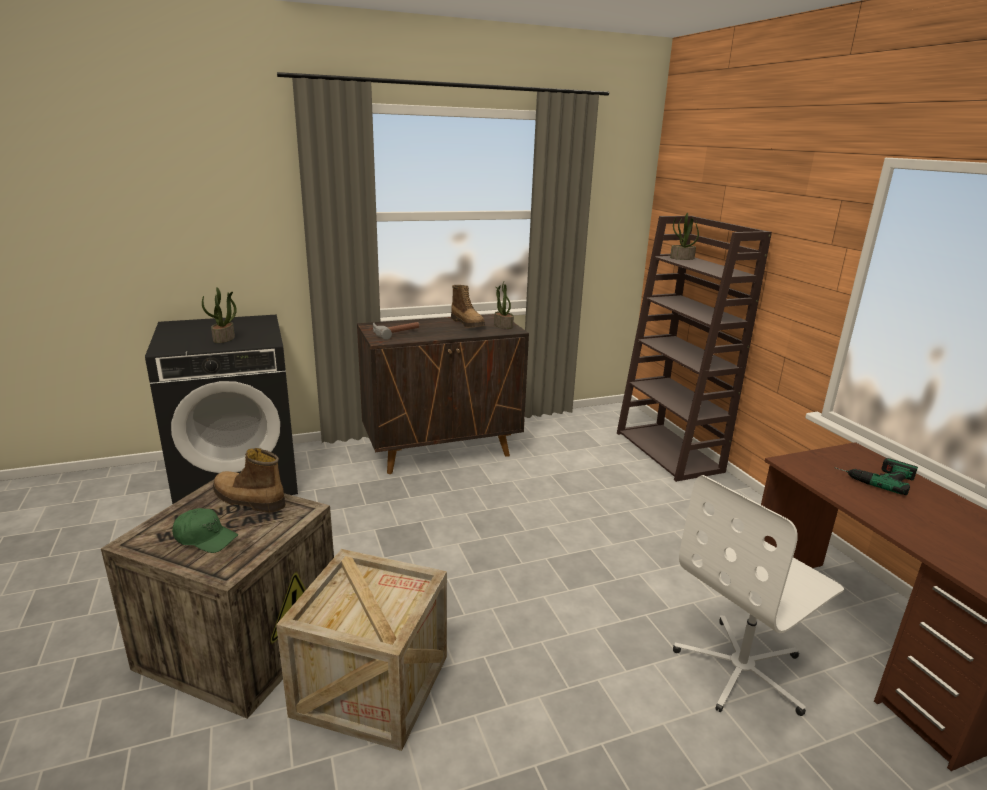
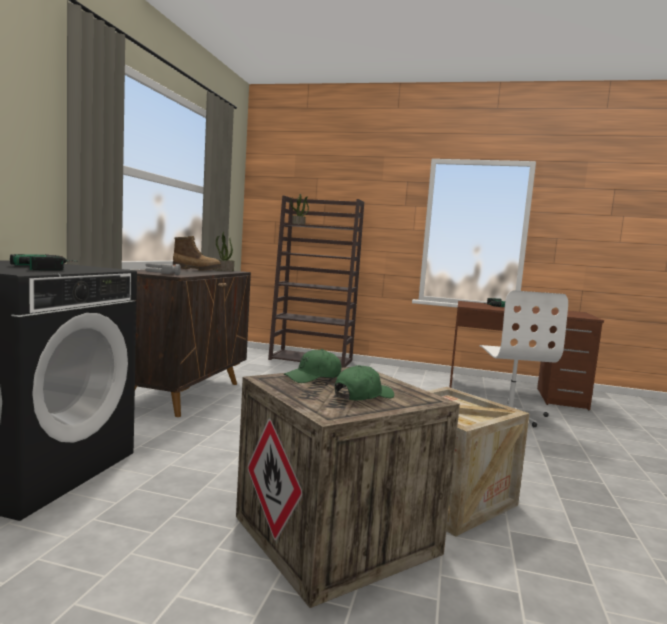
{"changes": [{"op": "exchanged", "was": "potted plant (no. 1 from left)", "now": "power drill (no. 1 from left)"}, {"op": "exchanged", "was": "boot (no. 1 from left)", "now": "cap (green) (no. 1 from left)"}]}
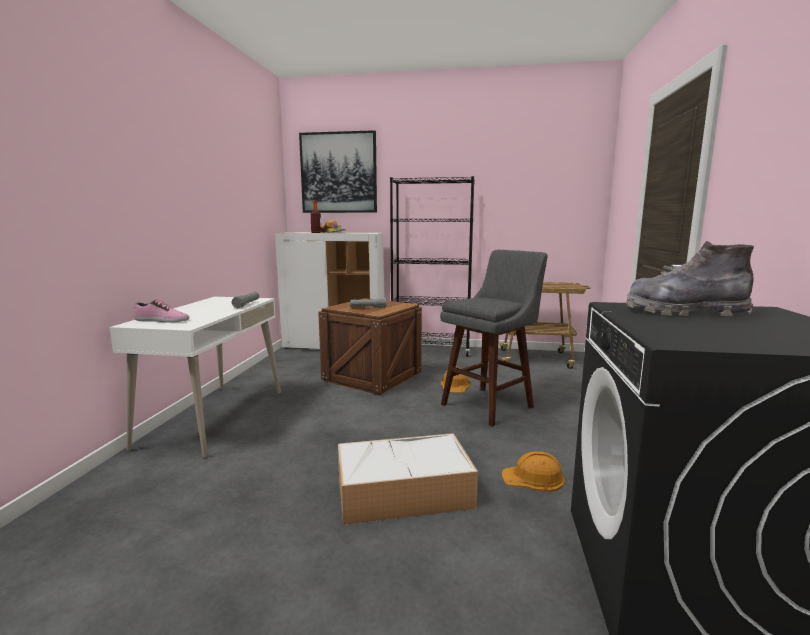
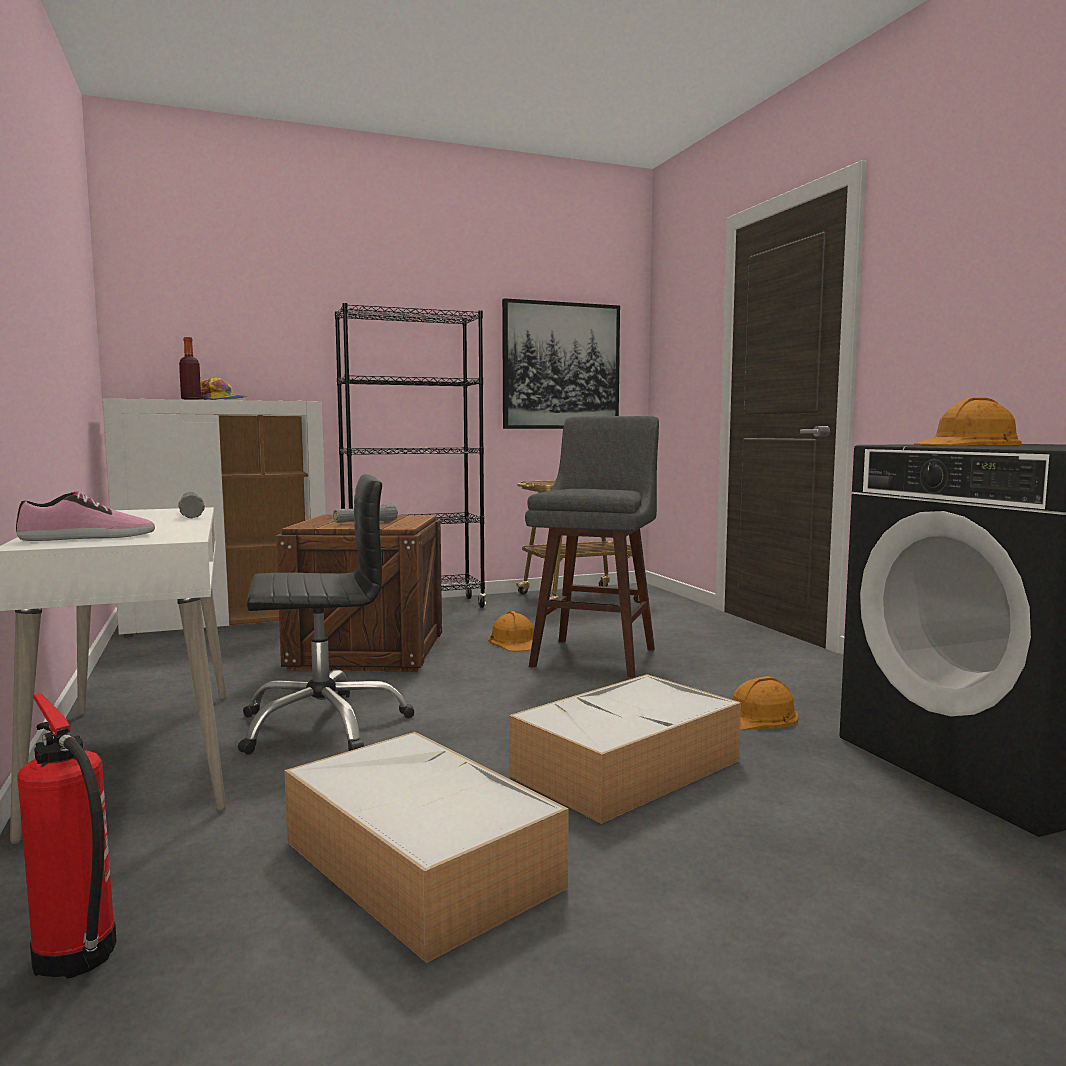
{"changes": [{"op": "relocated", "was": "picture"}, {"op": "exchanged", "was": "boot (grey)", "now": "hard hat (orange) (no. 3 from left)"}, {"op": "appeared", "now": "fire extinguisher"}, {"op": "appeared", "now": "office chair (black)"}, {"op": "appeared", "now": "storage box (no. 1 from left)"}]}
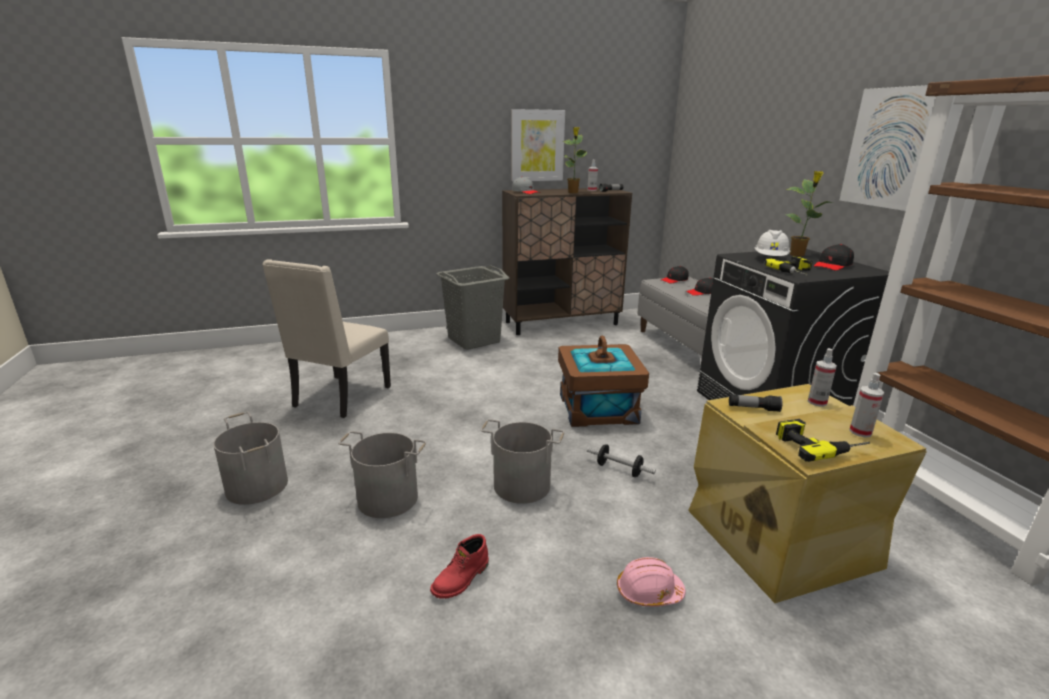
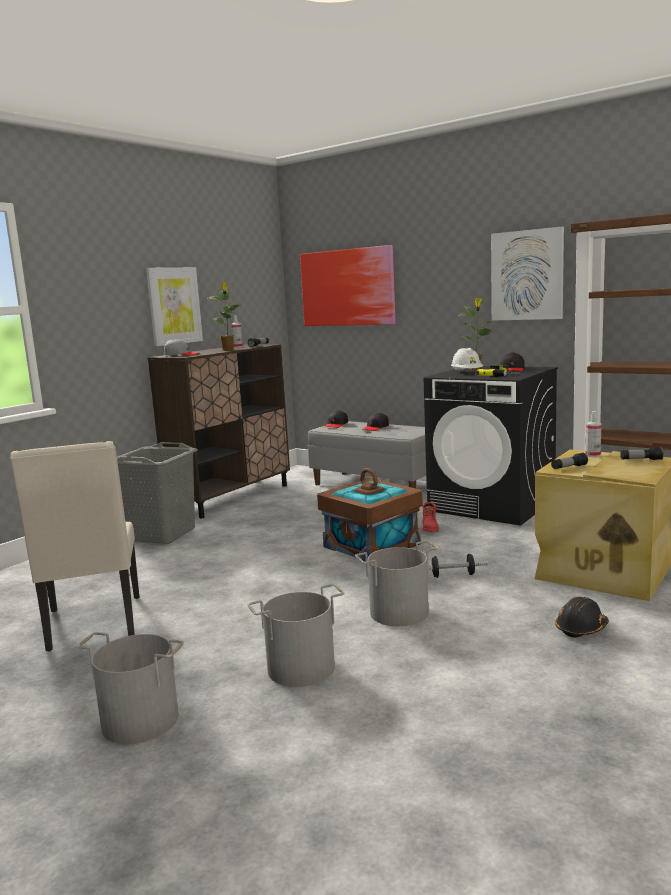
{"changes": [{"op": "relocated", "was": "boot (red)"}, {"op": "colour", "was": "hard hat (pink)", "now": "hard hat (black)"}, {"op": "missing", "was": "power drill (no. 2 from left)"}, {"op": "exchanged", "was": "spray bottle (no. 3 from left)", "now": "flashlight (no. 3 from left)"}, {"op": "appeared", "now": "picture (no. 2 from left)"}]}
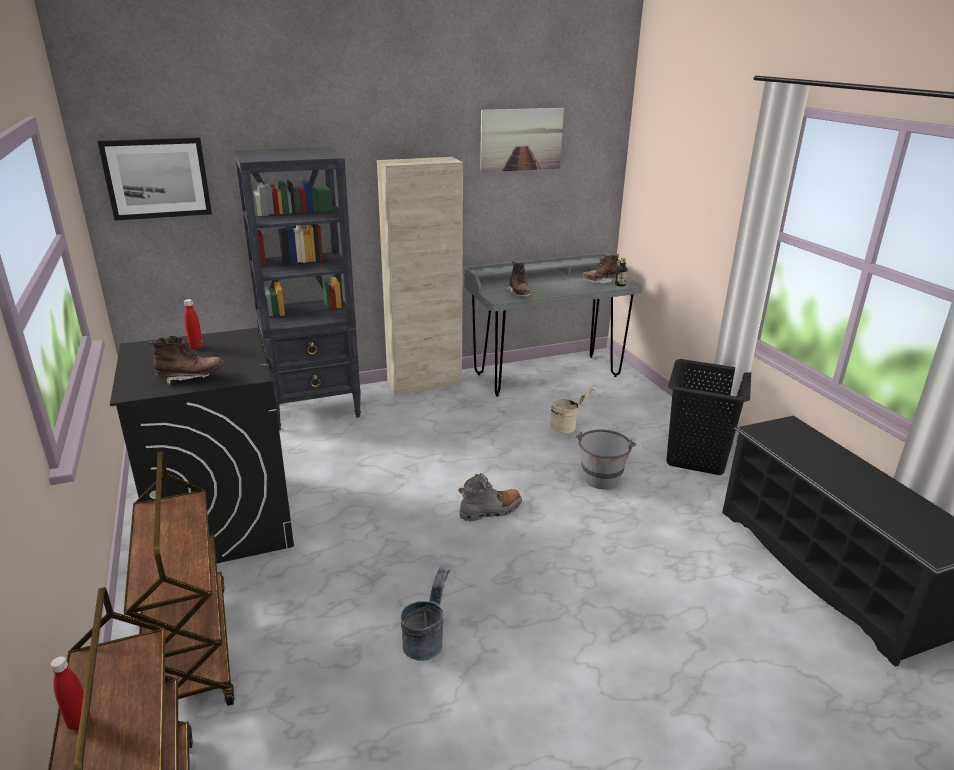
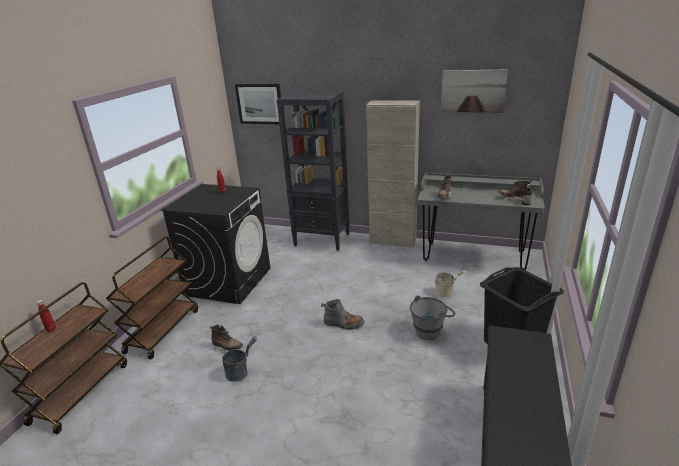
{"changes": [{"op": "relocated", "was": "boot (brown) (no. 1 from left)"}]}
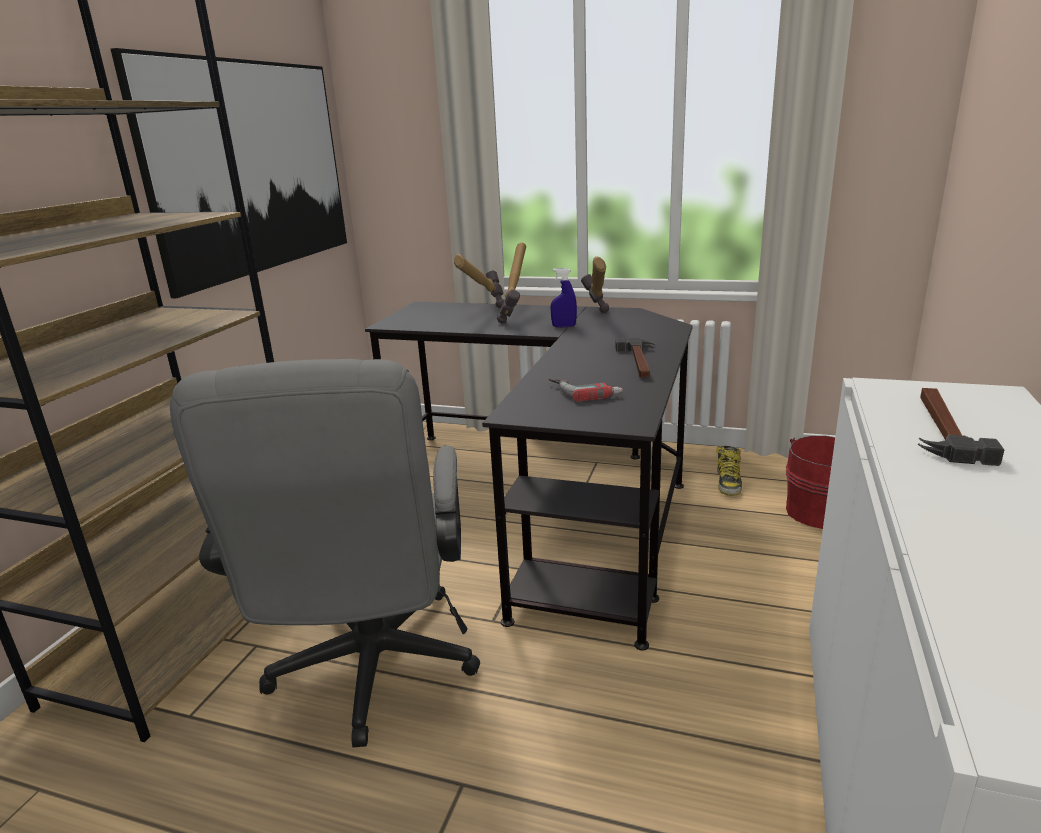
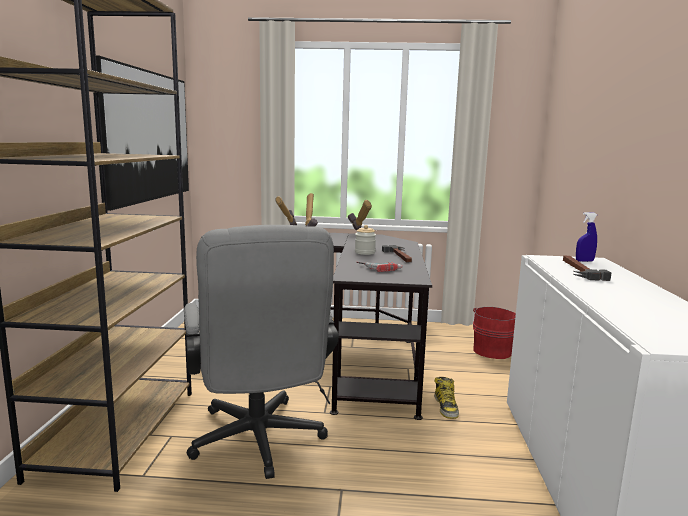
{"changes": [{"op": "relocated", "was": "spray bottle (blue)"}, {"op": "relocated", "was": "boot"}, {"op": "appeared", "now": "jar"}]}
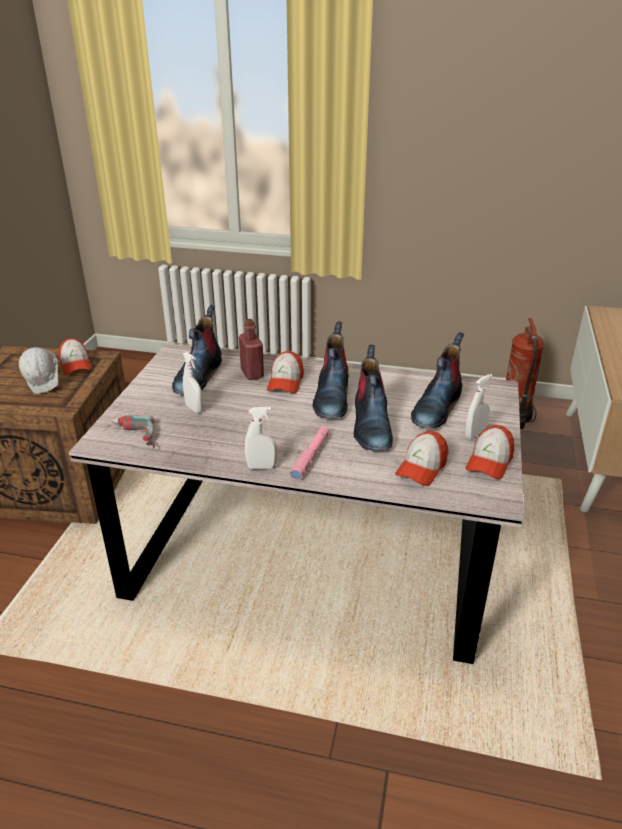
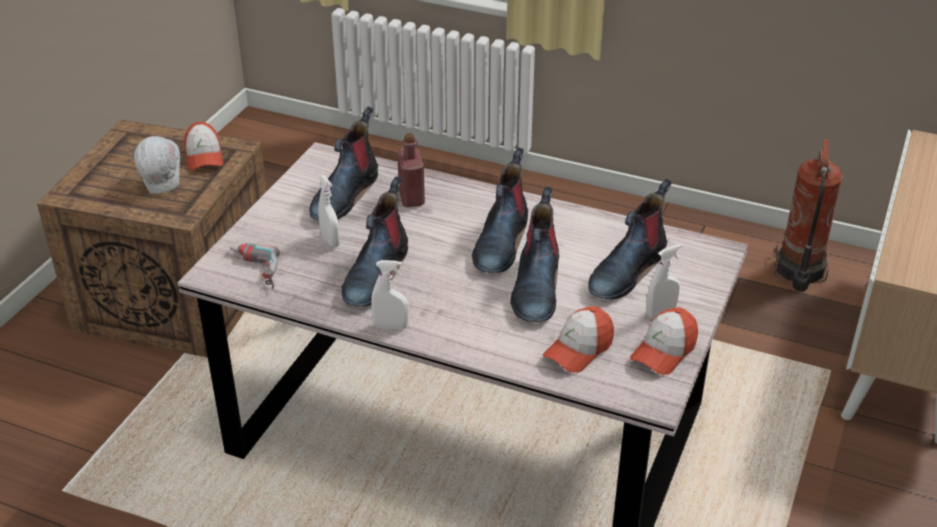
{"changes": [{"op": "missing", "was": "cap (no. 2 from left)"}, {"op": "missing", "was": "flashlight (pink)"}, {"op": "appeared", "now": "boot (no. 2 from left)"}]}
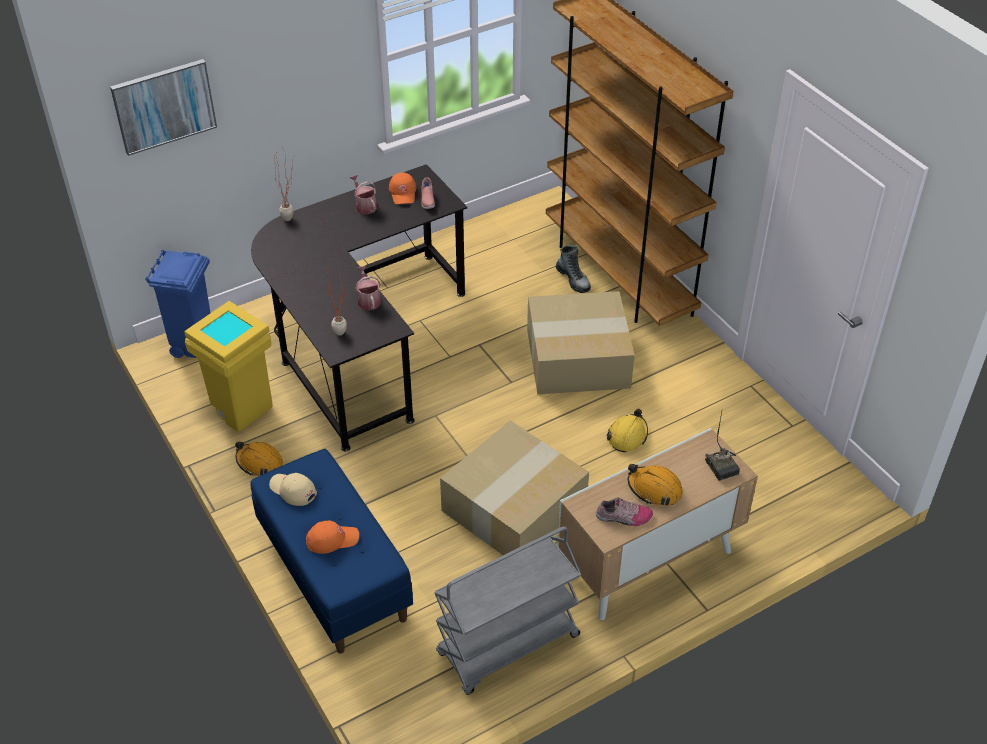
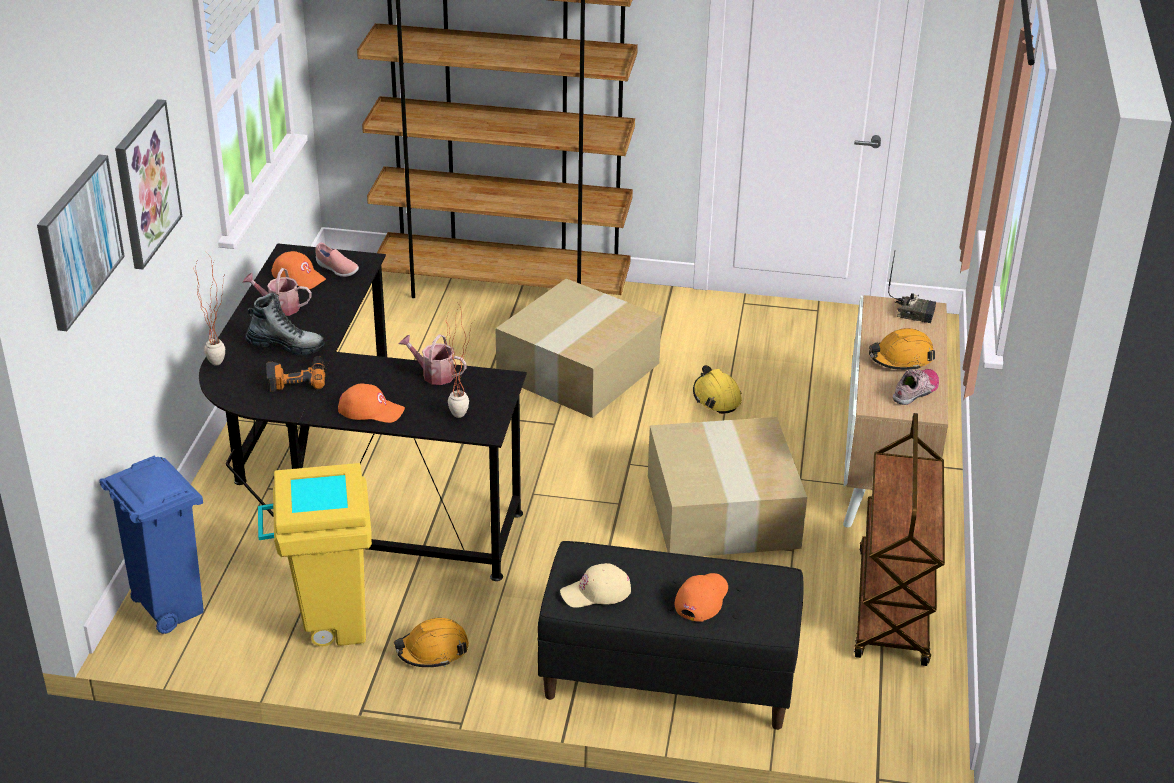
{"changes": [{"op": "colour", "was": "bench (blue)", "now": "bench (black)"}, {"op": "colour", "was": "cart (grey)", "now": "cart (brown)"}, {"op": "relocated", "was": "boot"}, {"op": "appeared", "now": "picture (no. 2 from left)"}, {"op": "appeared", "now": "power drill"}, {"op": "appeared", "now": "cap (orange) (no. 2 from left)"}]}
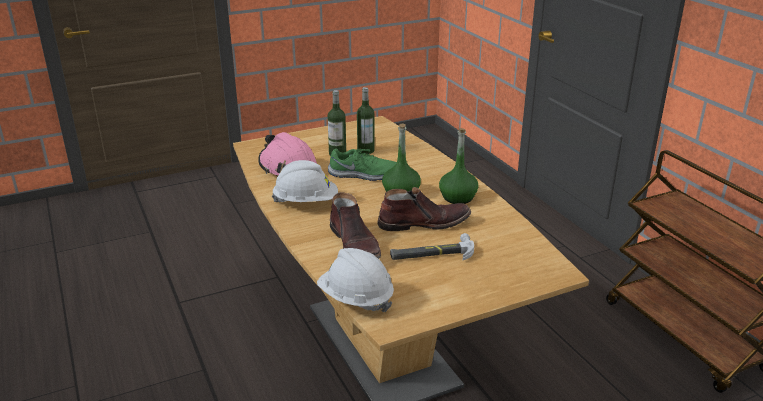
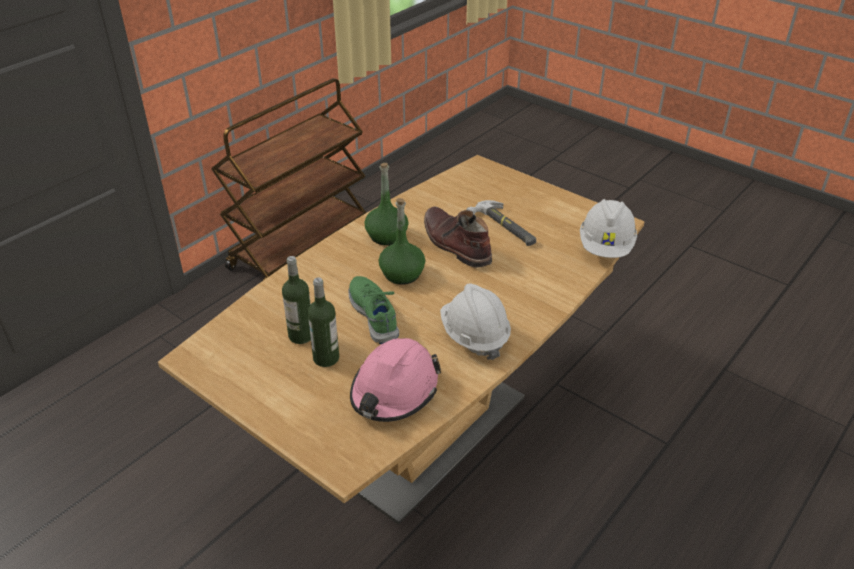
{"changes": [{"op": "missing", "was": "boot (brown) (no. 1 from left)"}]}
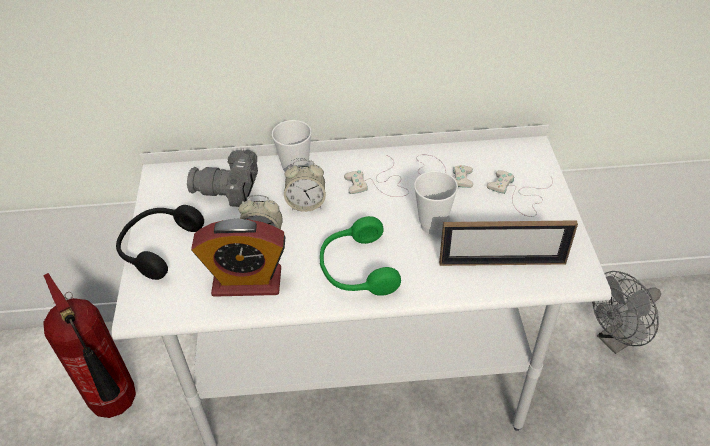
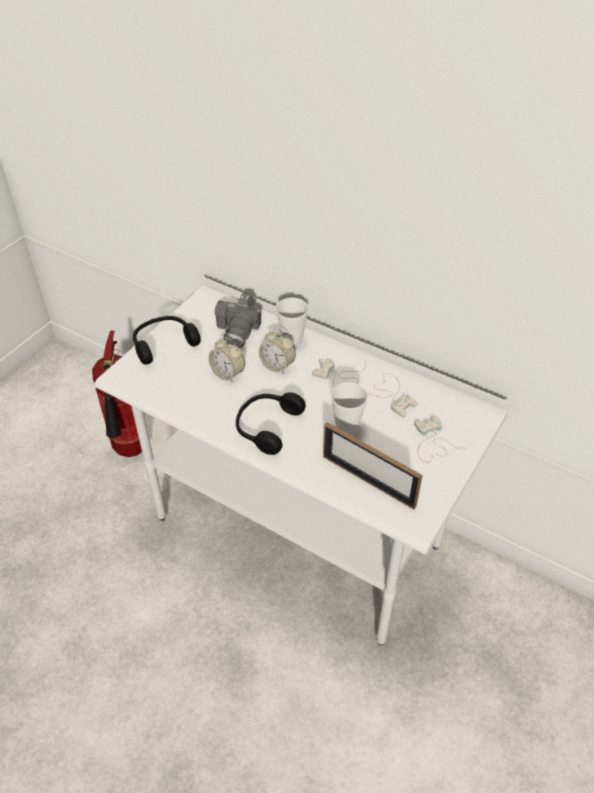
{"changes": [{"op": "spun", "was": "photo camera", "clockwise": -120}, {"op": "missing", "was": "alarm clock (no. 1 from left)"}, {"op": "colour", "was": "headphones (green)", "now": "headphones (black) (no. 2 from left)"}, {"op": "missing", "was": "fan (grey)"}]}
